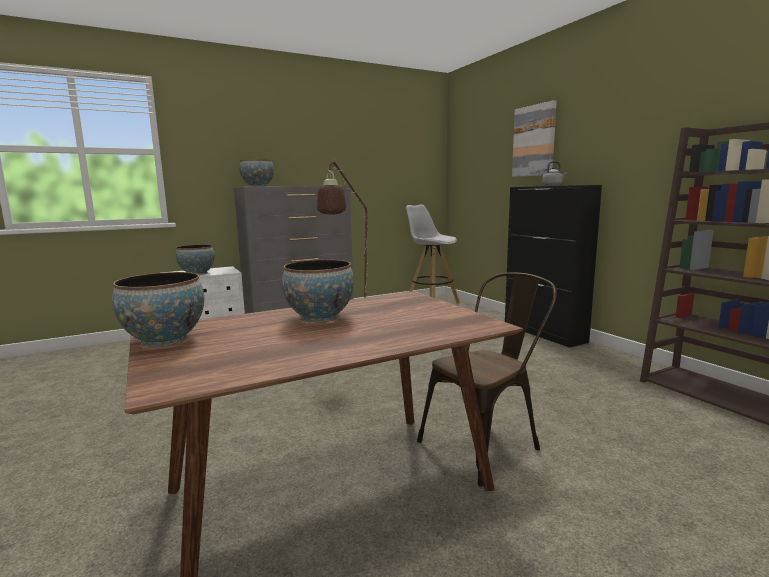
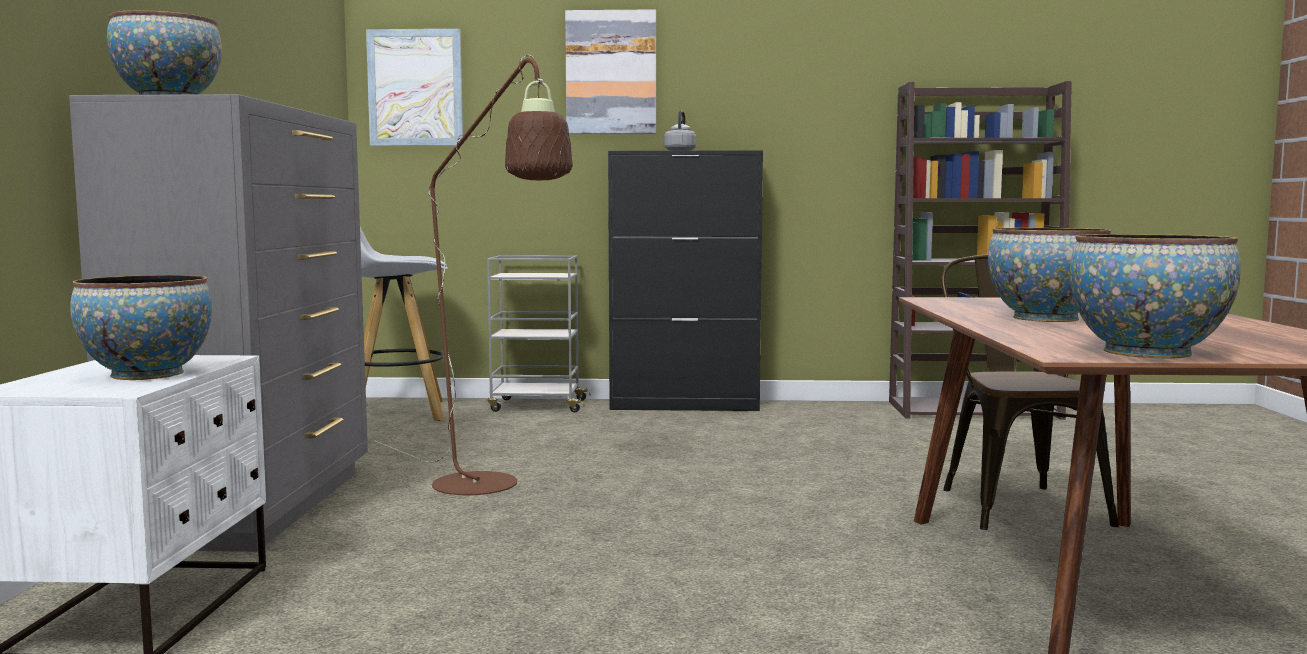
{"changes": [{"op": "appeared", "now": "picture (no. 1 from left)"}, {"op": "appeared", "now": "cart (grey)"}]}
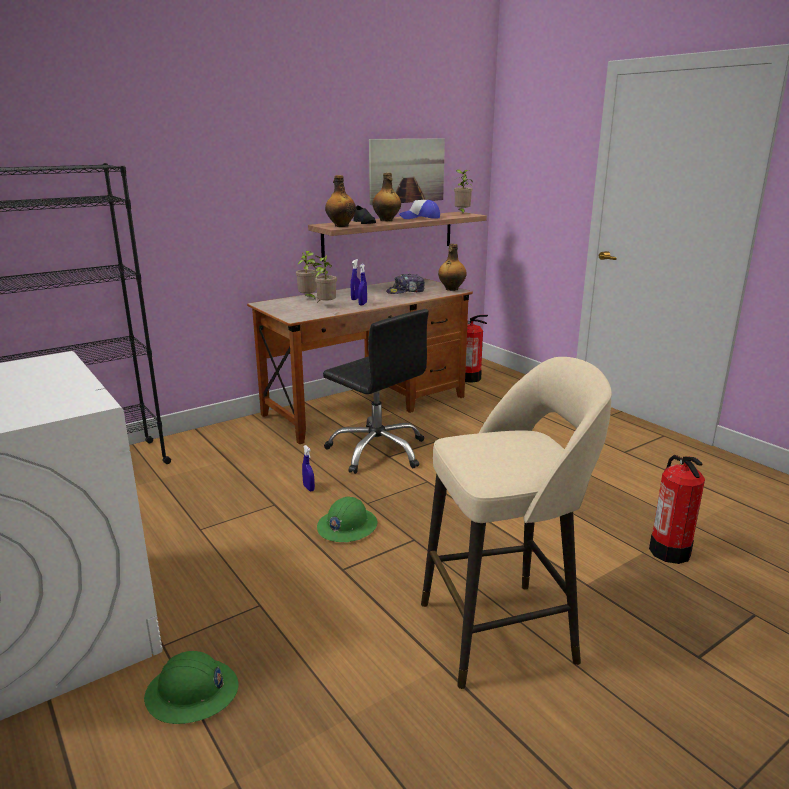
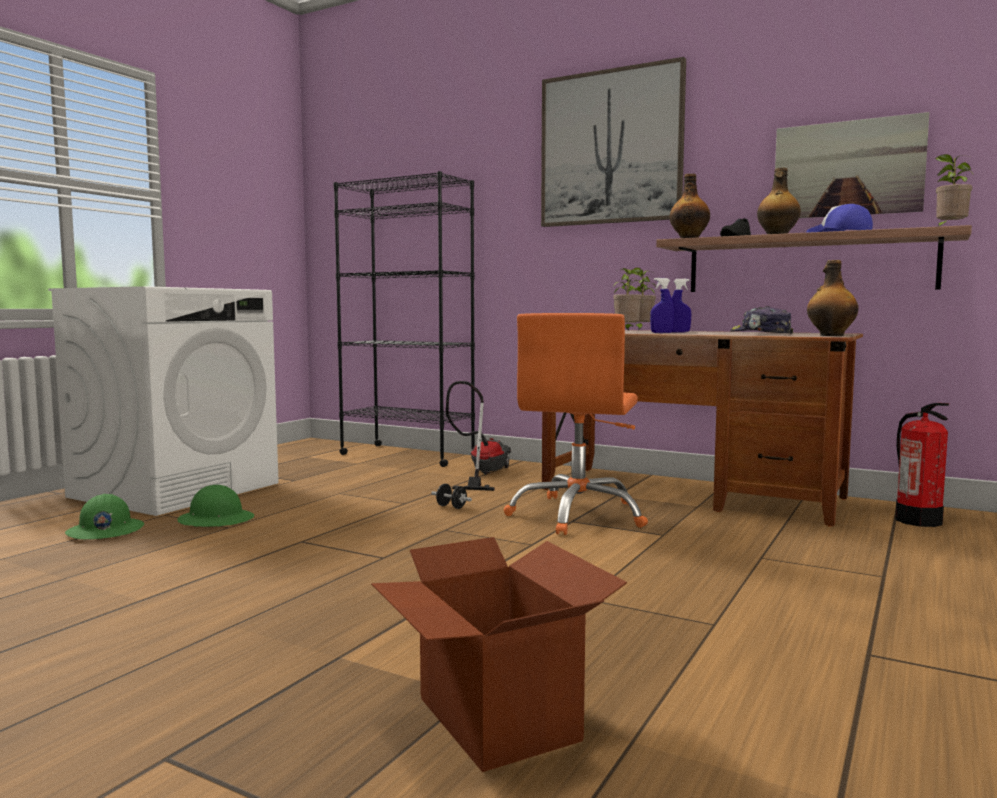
{"changes": [{"op": "exchanged", "was": "spray bottle (blue) (no. 1 from left)", "now": "dumbbell (black)"}, {"op": "relocated", "was": "hard hat (green) (no. 2 from left)"}, {"op": "colour", "was": "office chair (black)", "now": "office chair (orange)"}, {"op": "missing", "was": "stool (beige)"}, {"op": "exchanged", "was": "fire extinguisher (no. 2 from left)", "now": "cardboard box"}, {"op": "appeared", "now": "vacuum cleaner"}, {"op": "appeared", "now": "picture (no. 1 from left)"}]}
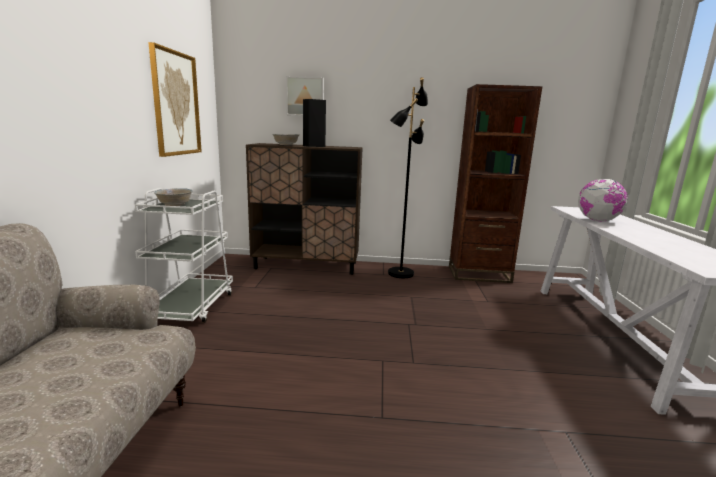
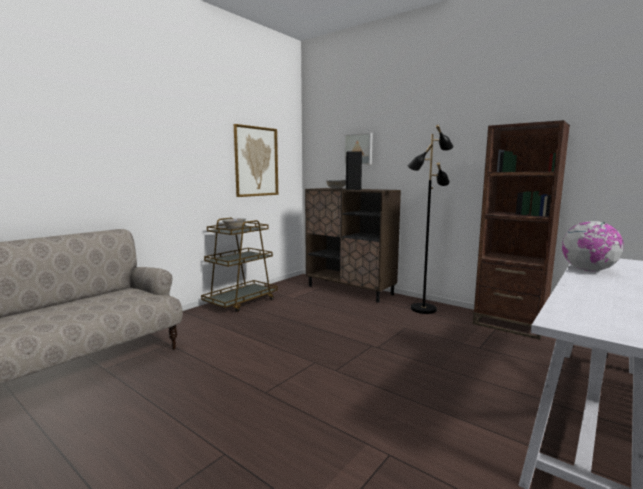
{"changes": [{"op": "colour", "was": "cart (white)", "now": "cart (brown)"}]}
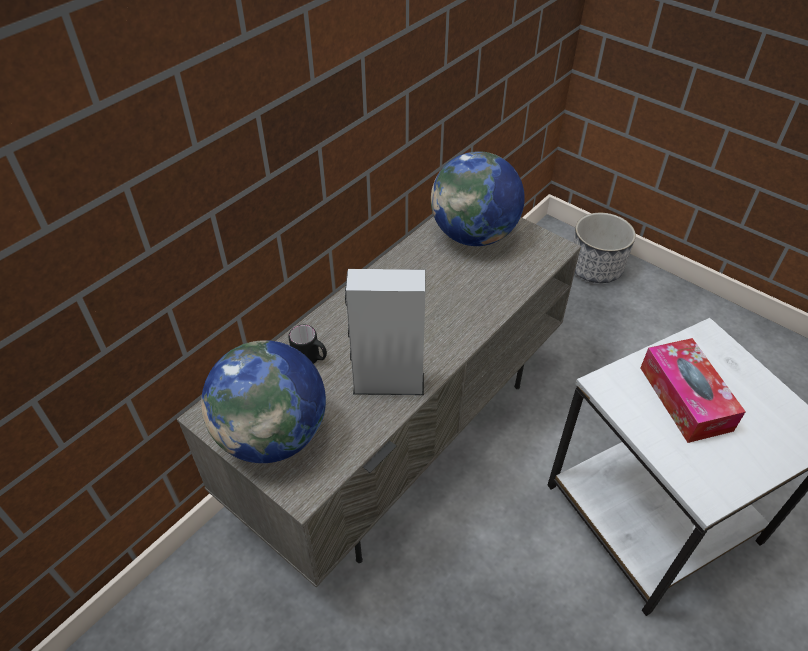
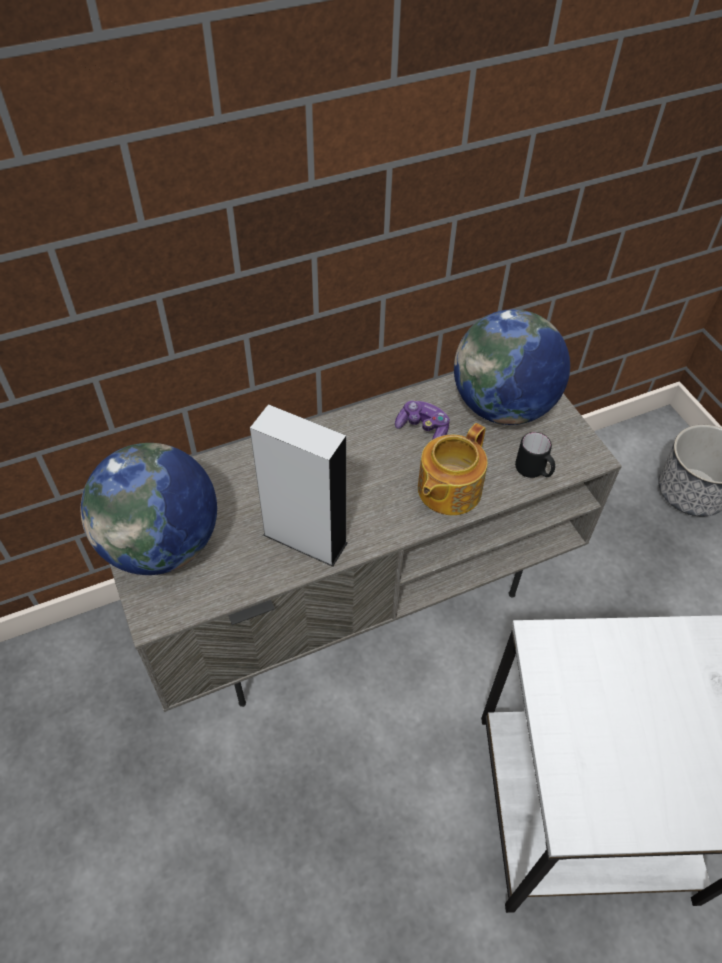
{"changes": [{"op": "relocated", "was": "mug (black)"}, {"op": "missing", "was": "tissue box"}, {"op": "appeared", "now": "game controller"}, {"op": "appeared", "now": "teapot"}]}
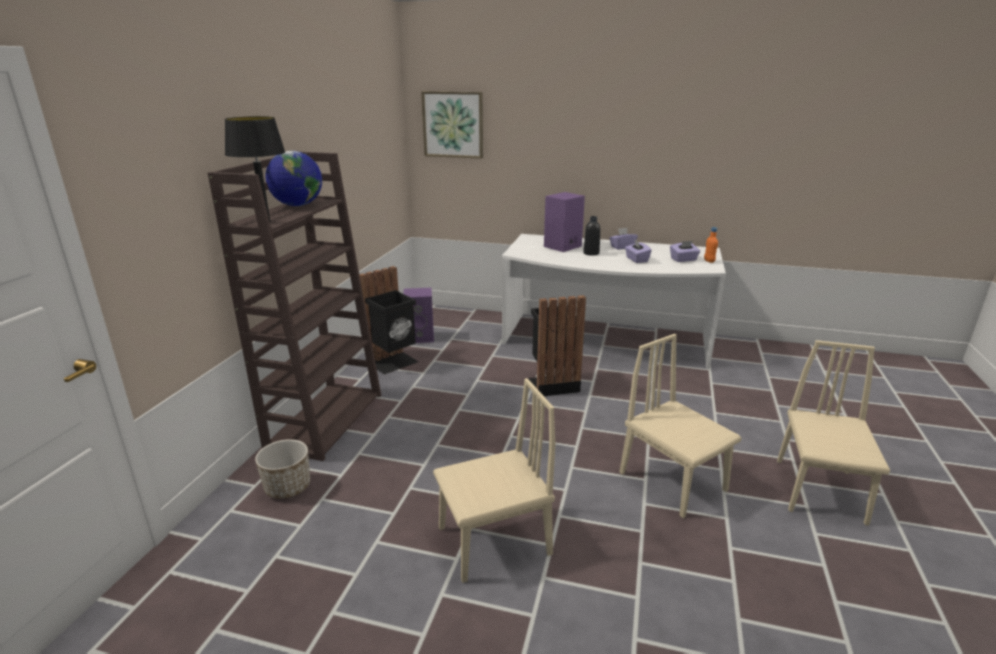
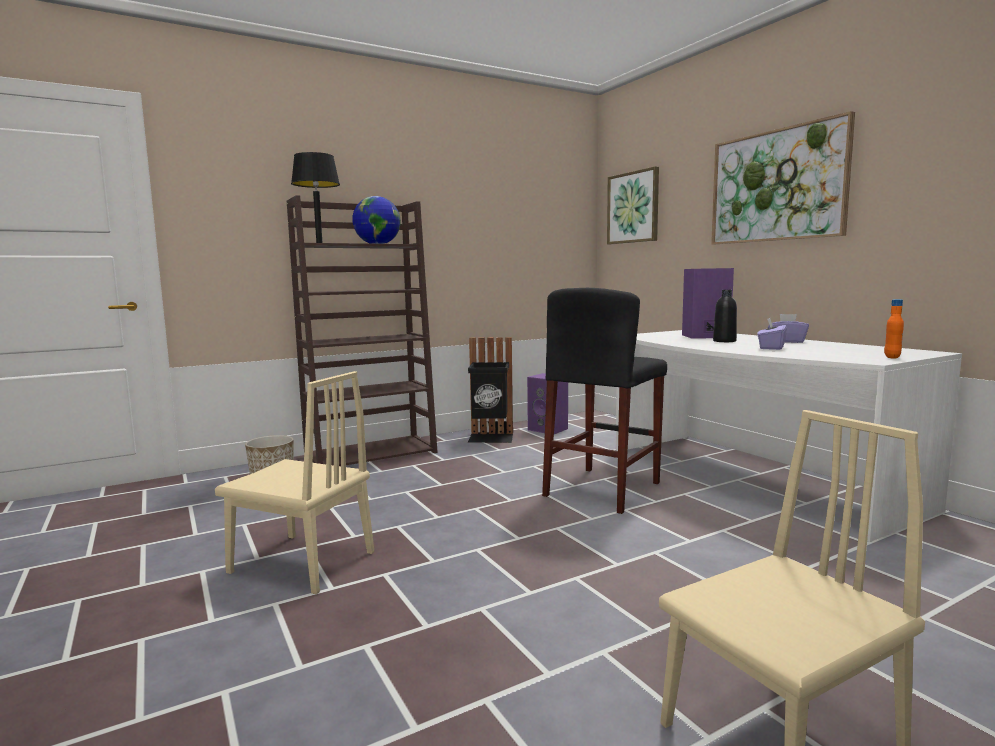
{"changes": [{"op": "exchanged", "was": "trash can (black) (no. 2 from left)", "now": "stool (black)"}, {"op": "missing", "was": "chair (beige) (no. 2 from left)"}, {"op": "missing", "was": "tissue box (purple) (no. 3 from left)"}, {"op": "appeared", "now": "picture (no. 2 from left)"}]}
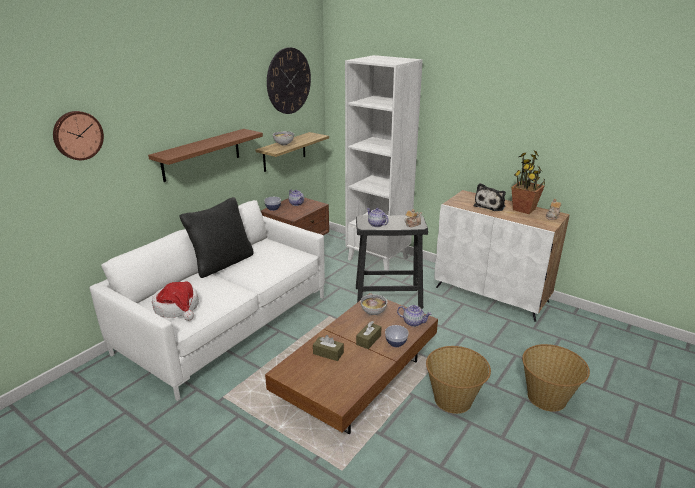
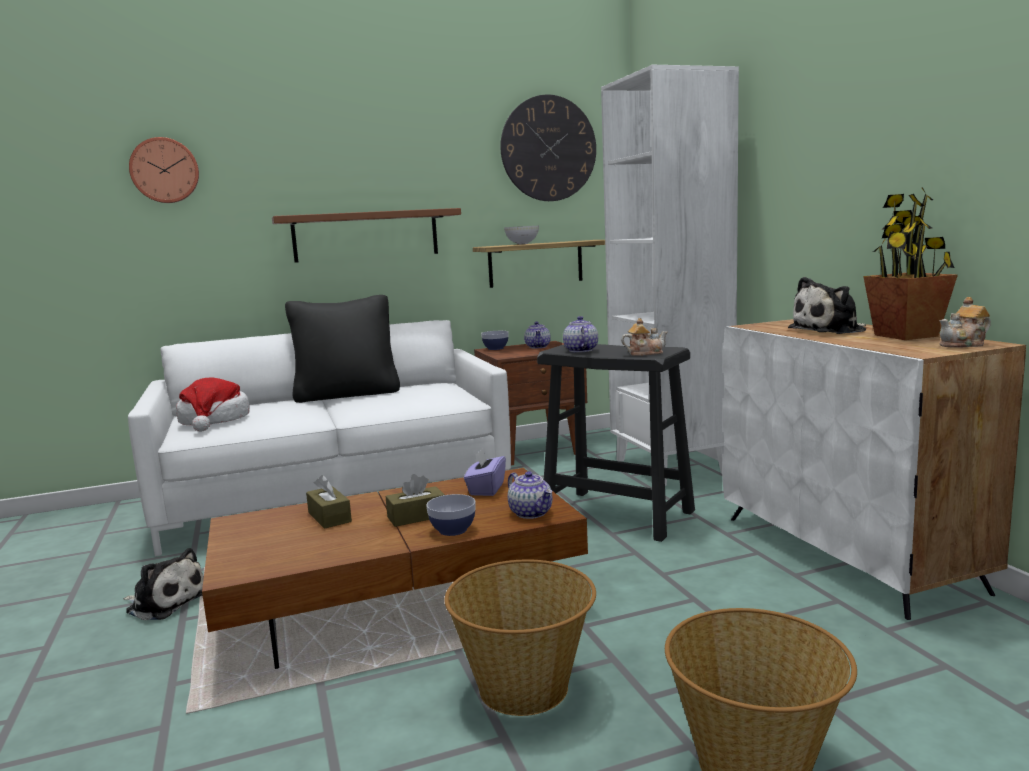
{"changes": [{"op": "exchanged", "was": "bowl (no. 3 from left)", "now": "tissue box (purple)"}, {"op": "appeared", "now": "plush toy (no. 1 from left)"}]}
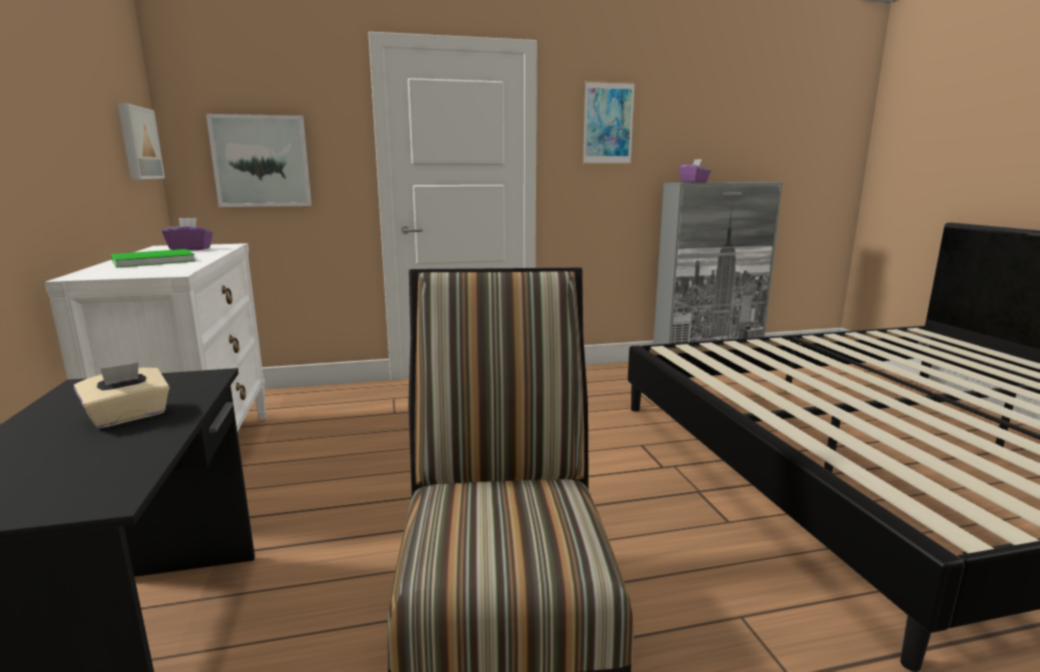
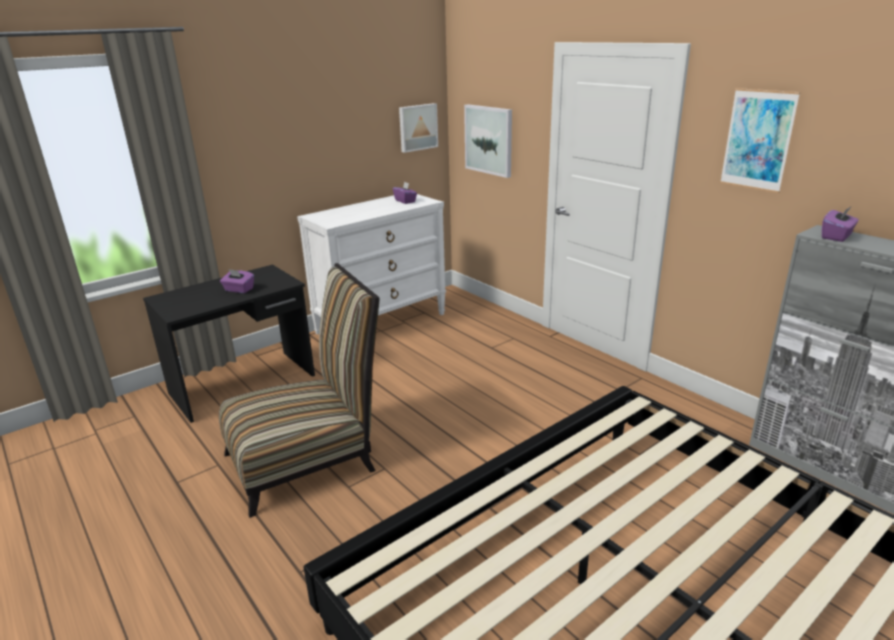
{"changes": [{"op": "colour", "was": "tissue box (beige)", "now": "tissue box (purple) (no. 1 from left)"}, {"op": "missing", "was": "book (green)"}]}
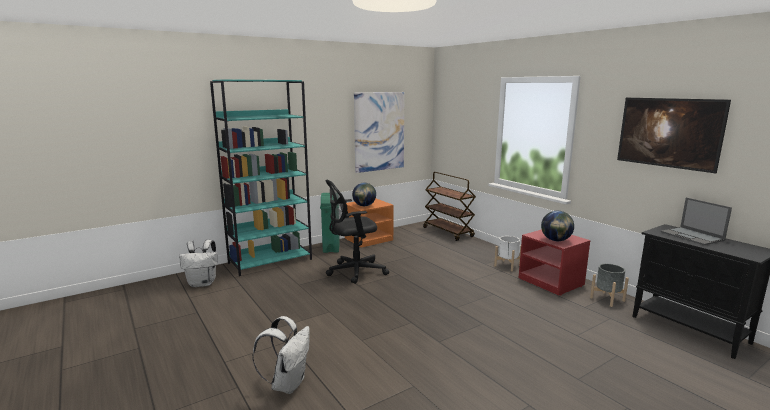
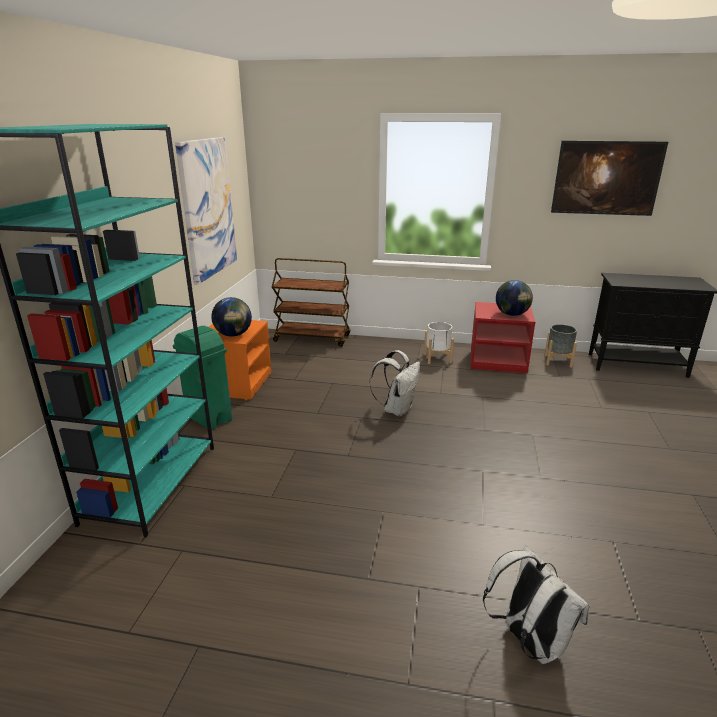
{"changes": [{"op": "relocated", "was": "backpack (white) (no. 1 from left)"}, {"op": "missing", "was": "office chair (black)"}, {"op": "missing", "was": "laptop"}]}
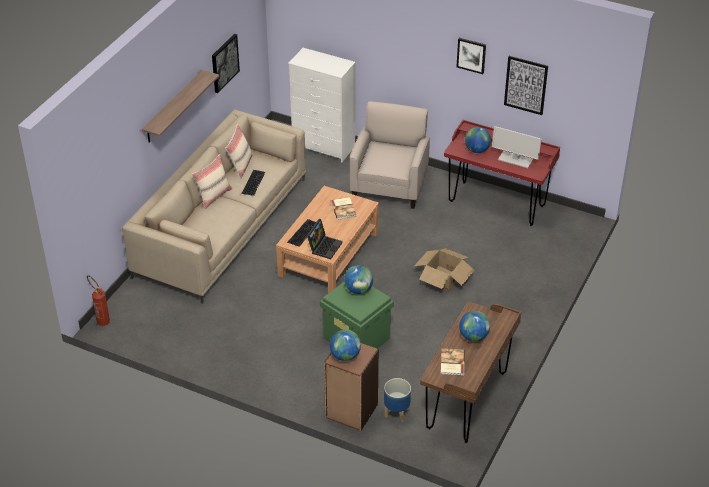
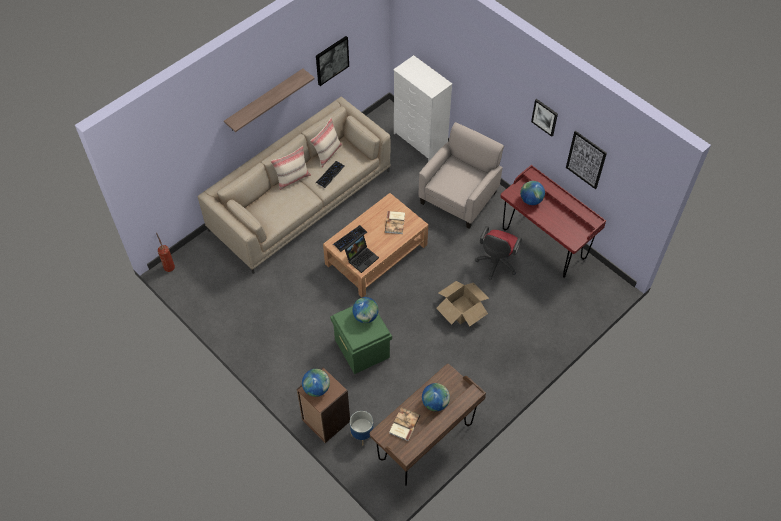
{"changes": [{"op": "missing", "was": "monitor"}, {"op": "appeared", "now": "office chair (red)"}]}
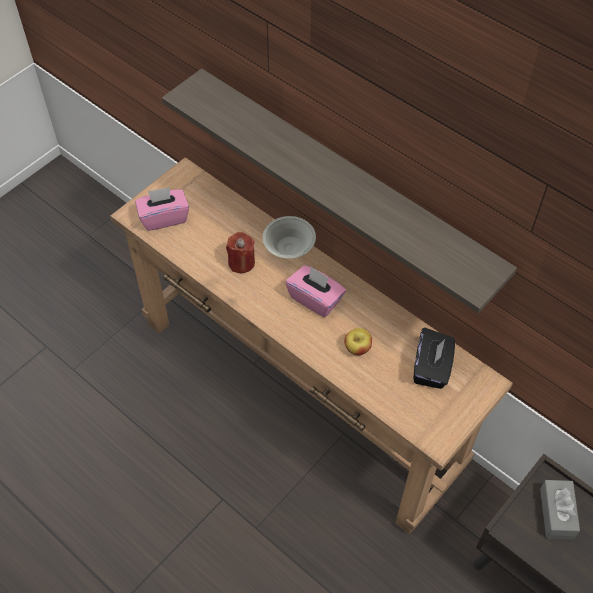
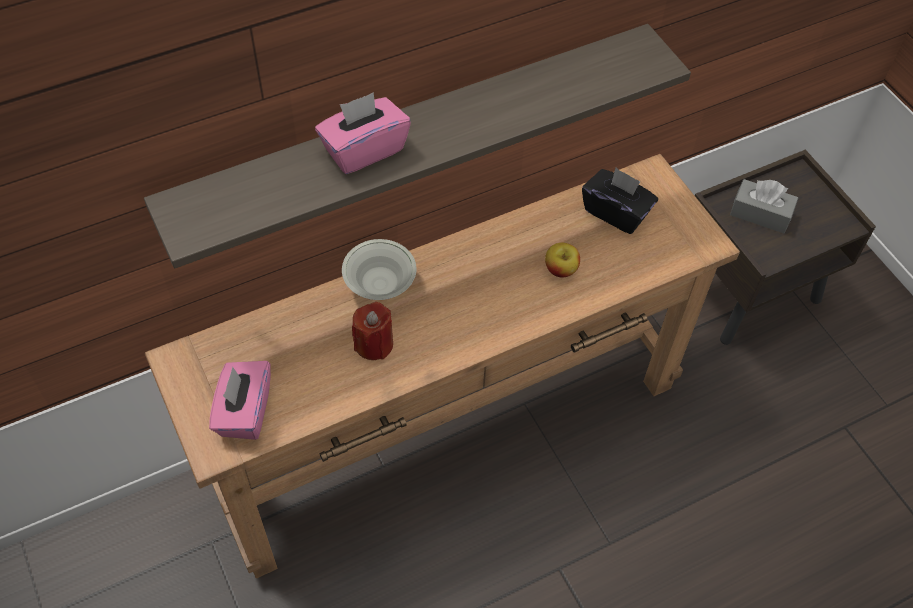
{"changes": [{"op": "relocated", "was": "tissue box (pink) (no. 2 from left)"}]}
